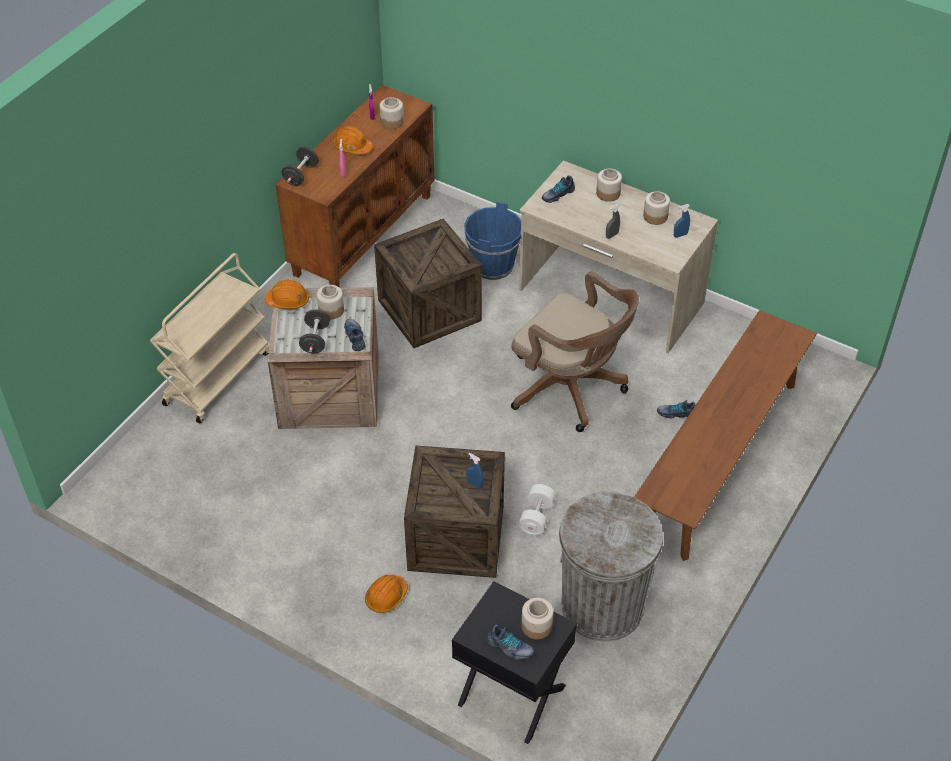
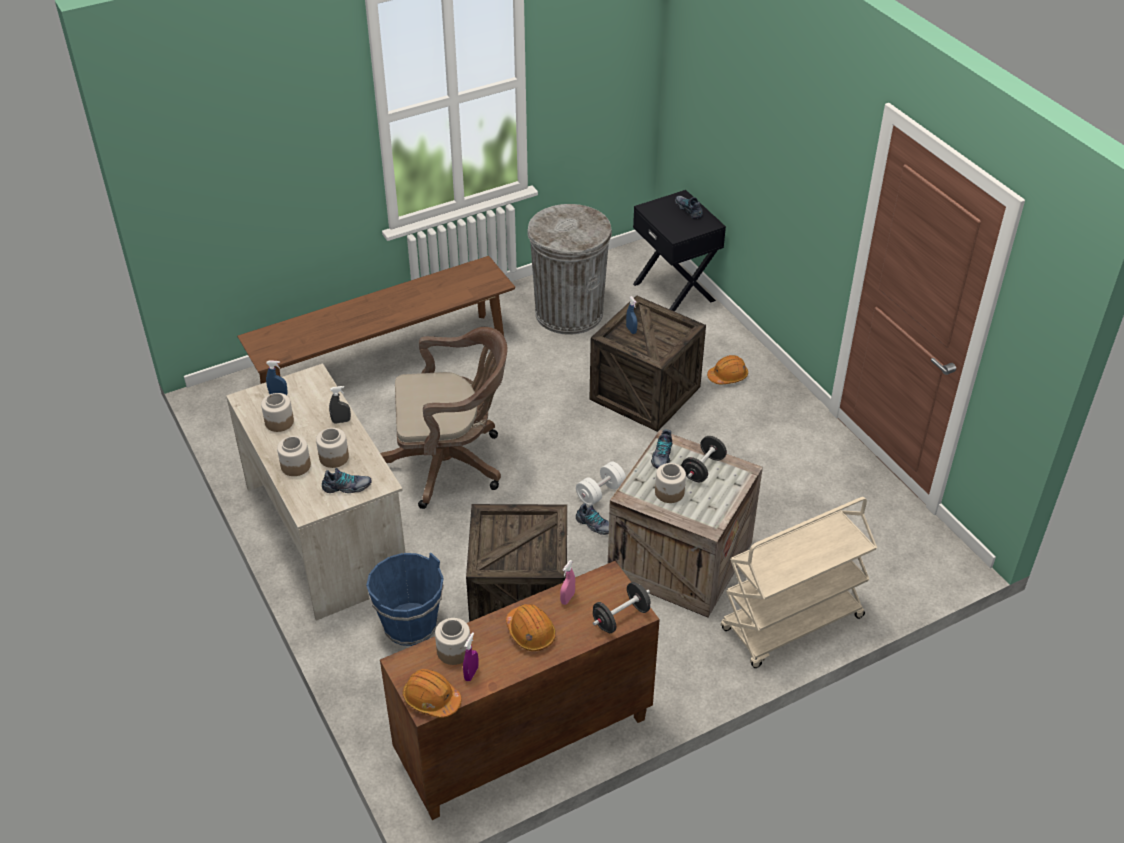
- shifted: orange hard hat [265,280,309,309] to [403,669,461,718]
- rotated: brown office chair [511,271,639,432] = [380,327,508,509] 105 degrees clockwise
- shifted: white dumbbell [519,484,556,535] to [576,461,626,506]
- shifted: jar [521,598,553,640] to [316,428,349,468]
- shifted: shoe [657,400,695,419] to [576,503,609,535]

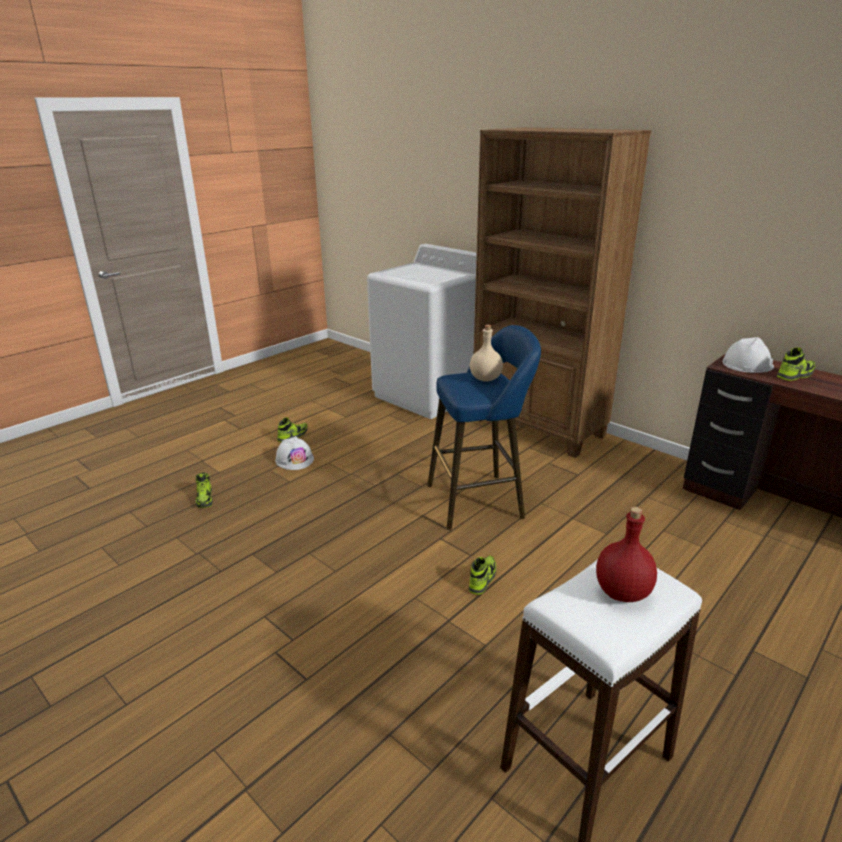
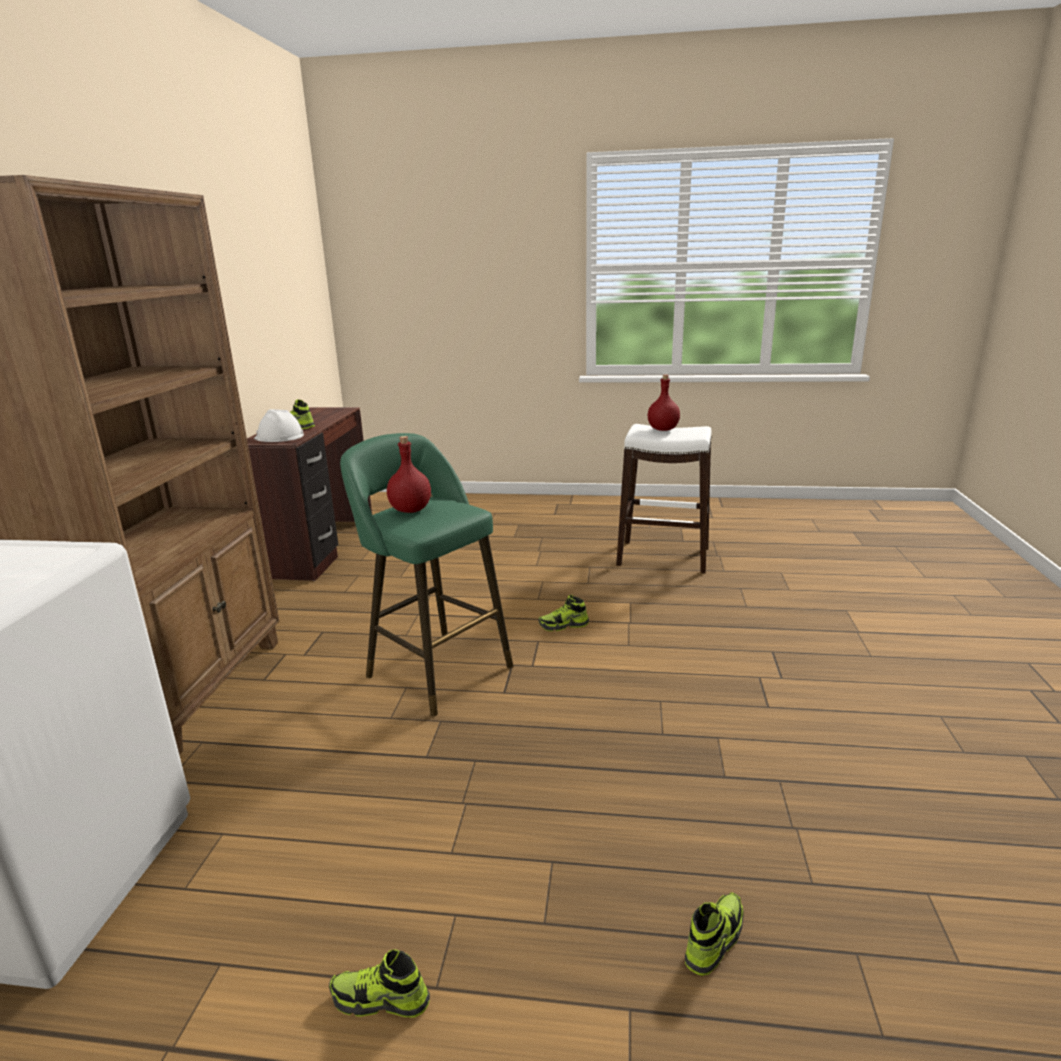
- gone: white hard hat [275,436,314,470]
- repainted: blue stool [427,325,541,530] to green stool [340,433,513,716]
- repainted: beige bottle [470,325,503,382] to red bottle [387,436,431,513]

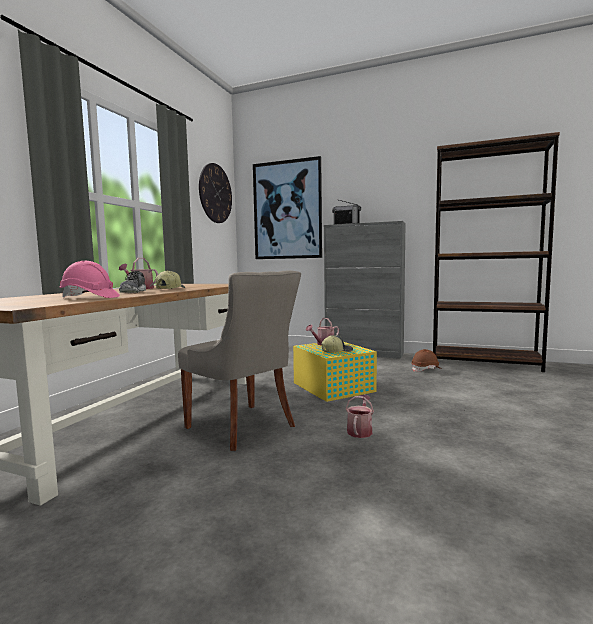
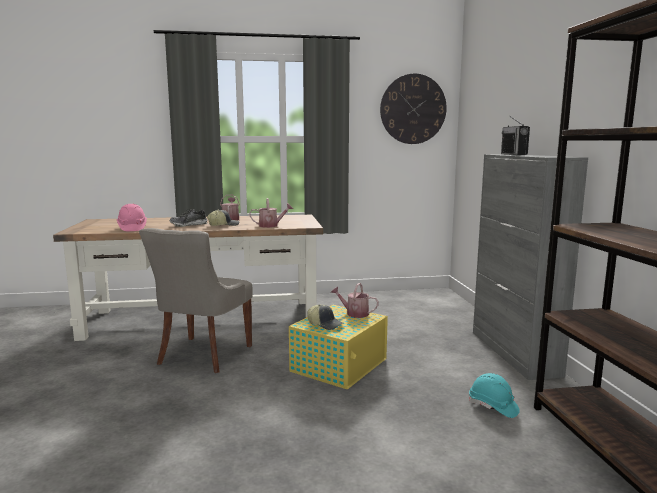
- gone: picture [253,156,322,259]
- shifted: watering can [346,395,374,438] to [249,198,293,228]
- repainted: brown hard hat [411,349,441,371] to turquoise hard hat [469,373,520,418]

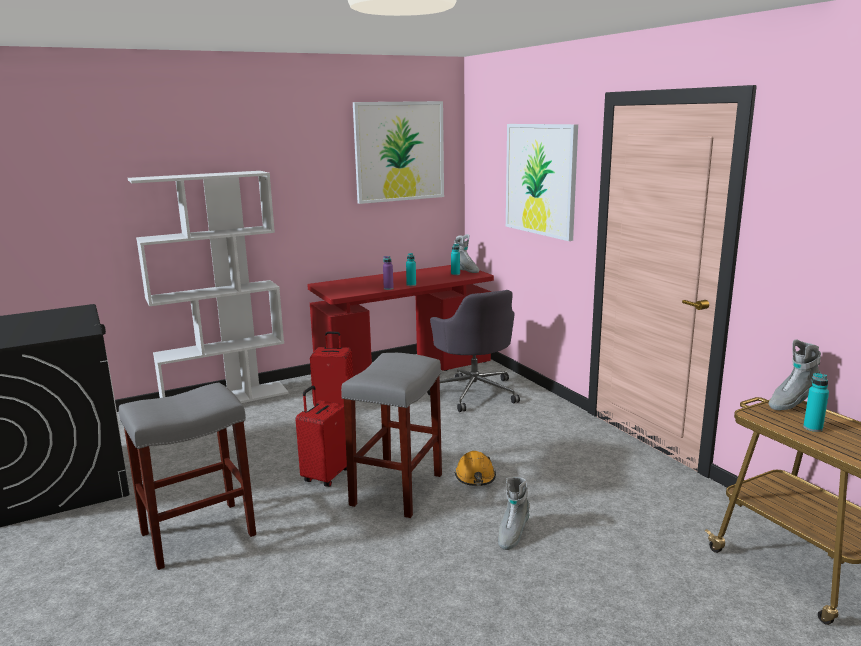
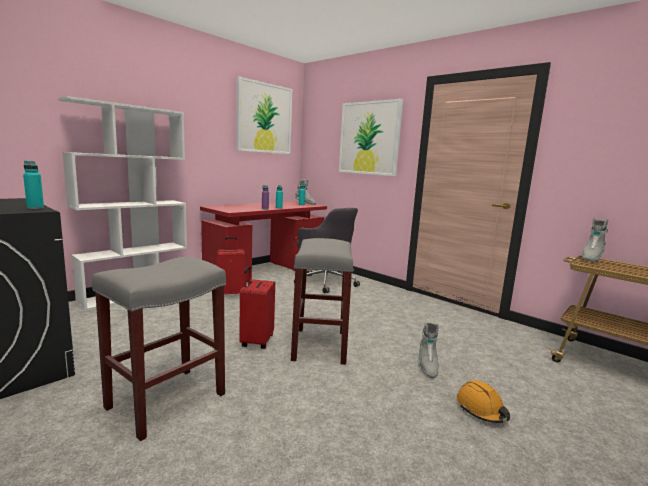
- shifted: orange hard hat [454,451,496,486] to [457,380,510,423]
- shifted: turquoise bottle [803,373,829,432] to [23,161,44,209]

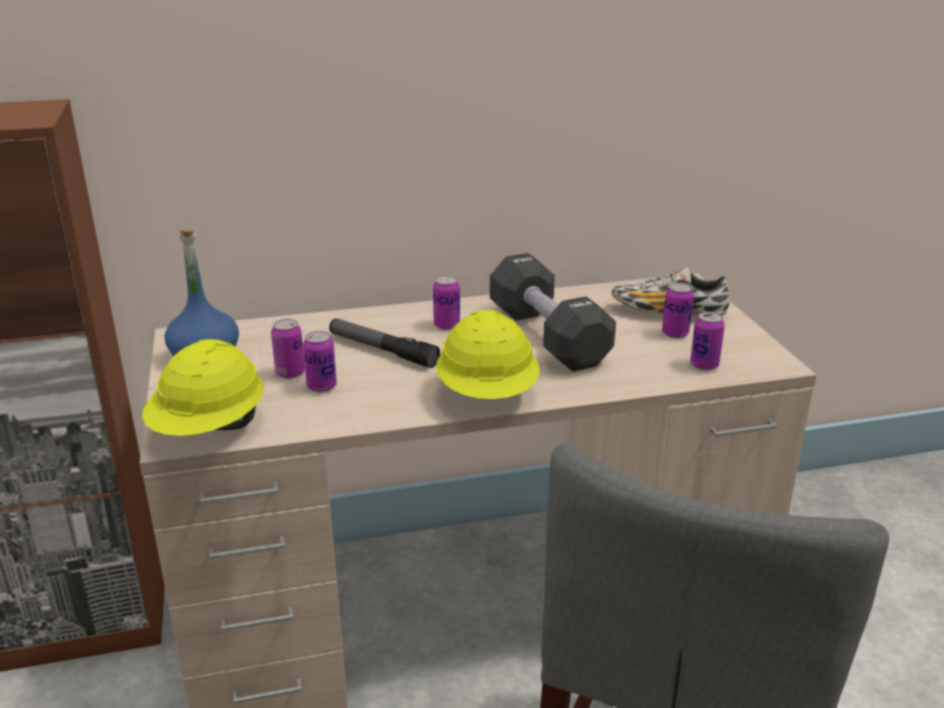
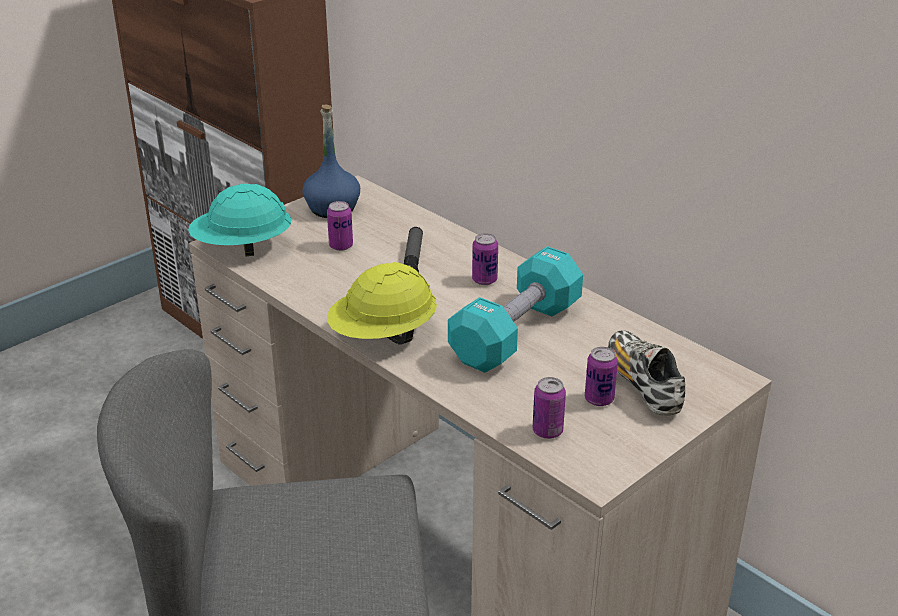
- repainted: yellow hard hat [142,339,264,436] to turquoise hard hat [188,184,291,256]
- gone: can [303,331,337,392]
- repainted: black dumbbell [490,253,616,371] to turquoise dumbbell [448,246,583,373]

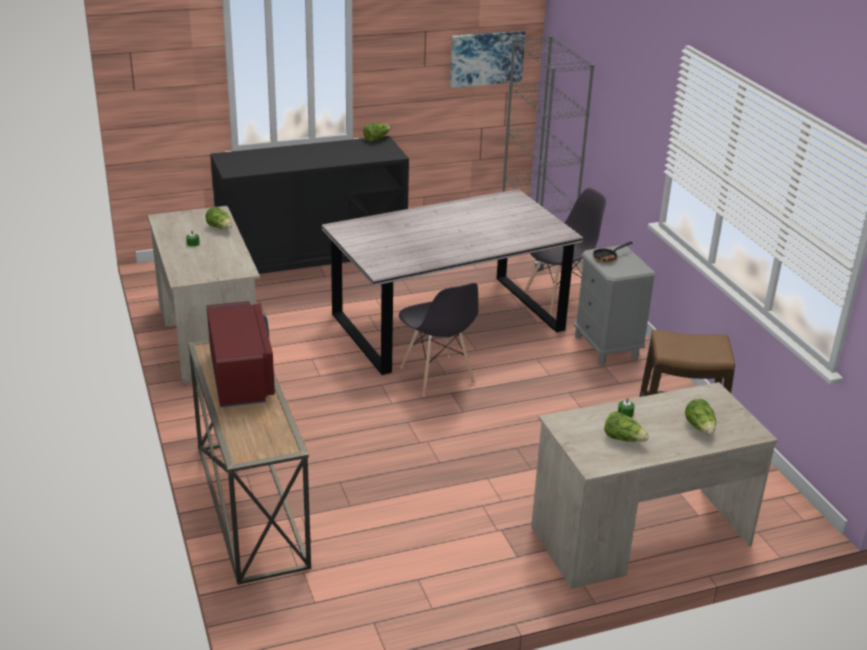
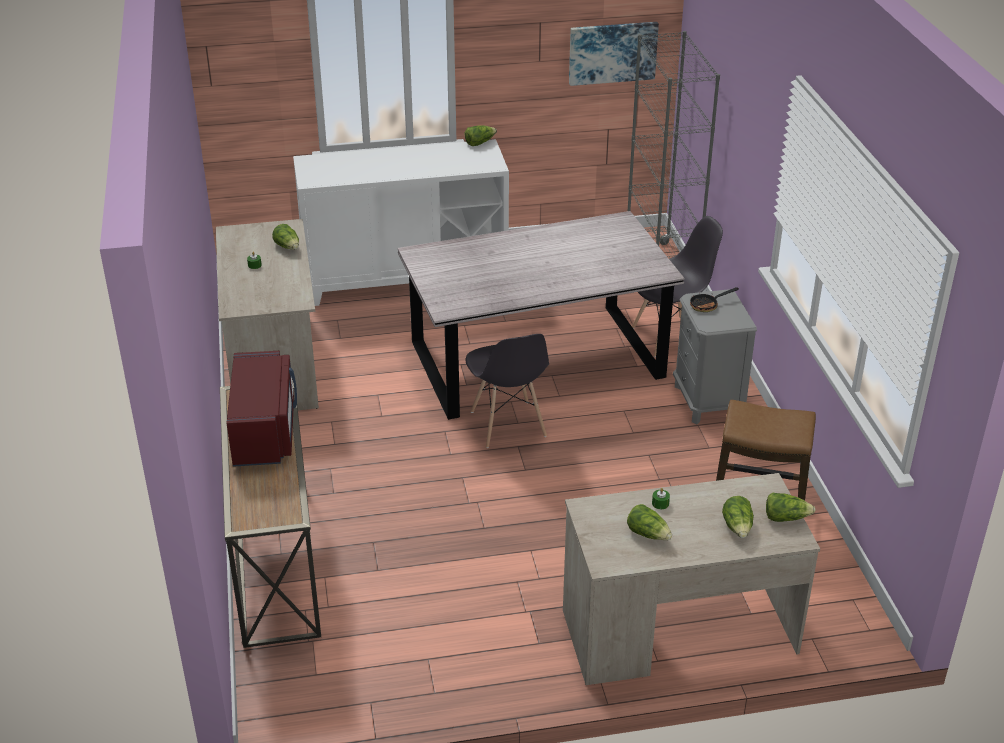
- repainted: black cabinet [211,136,409,274] to white cabinet [293,139,509,306]
- new: lettuce [766,493,815,522]

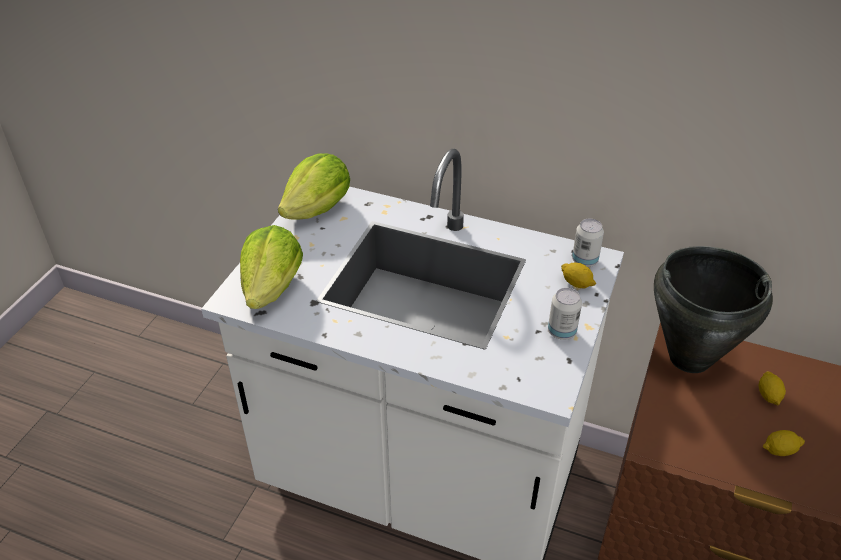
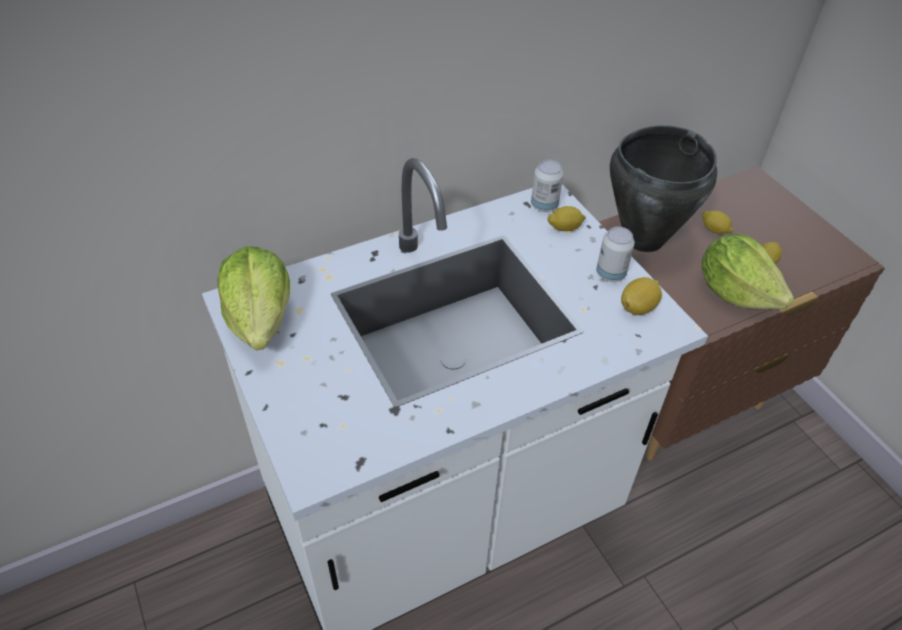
- shifted: lettuce [240,225,303,309] to [701,234,794,309]
- new: lemon [621,277,662,315]

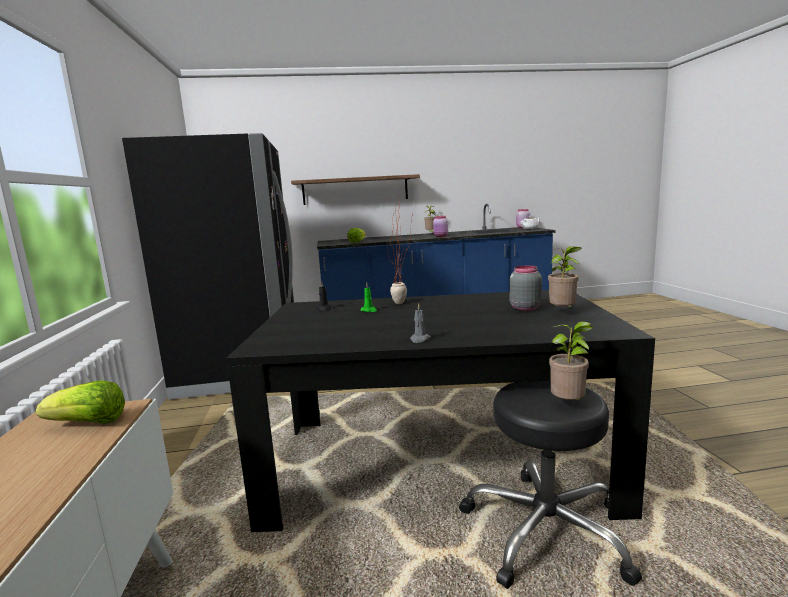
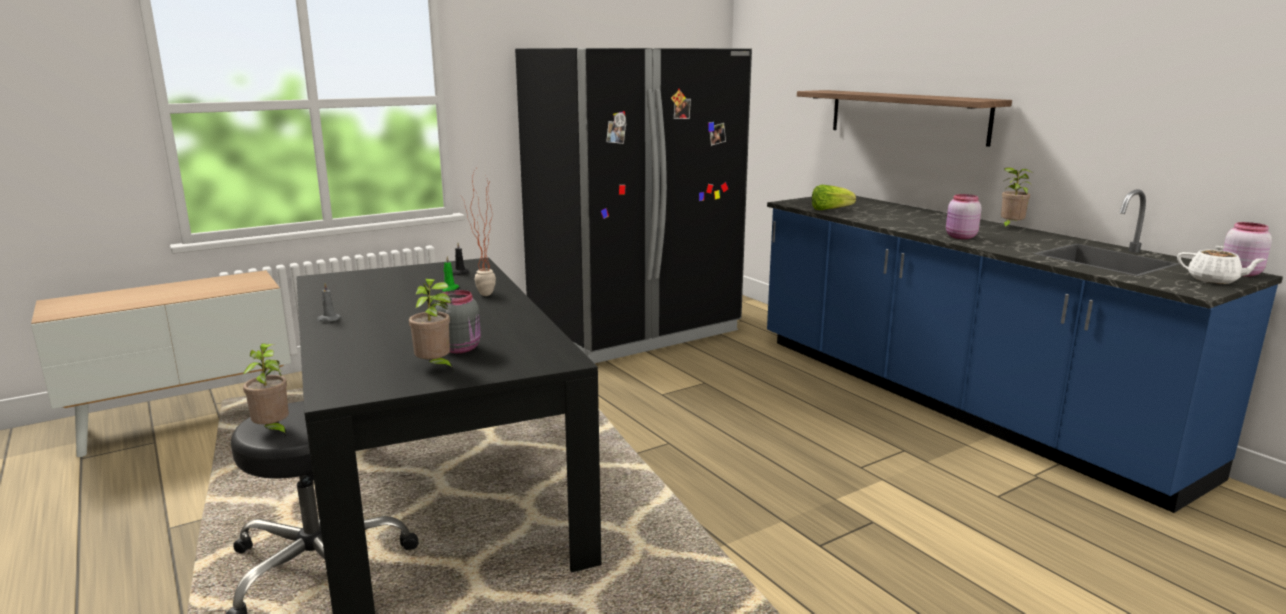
- gone: lettuce [36,380,125,424]

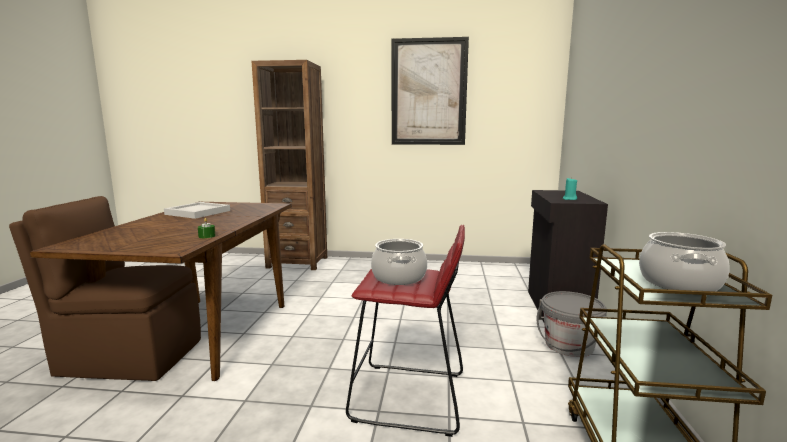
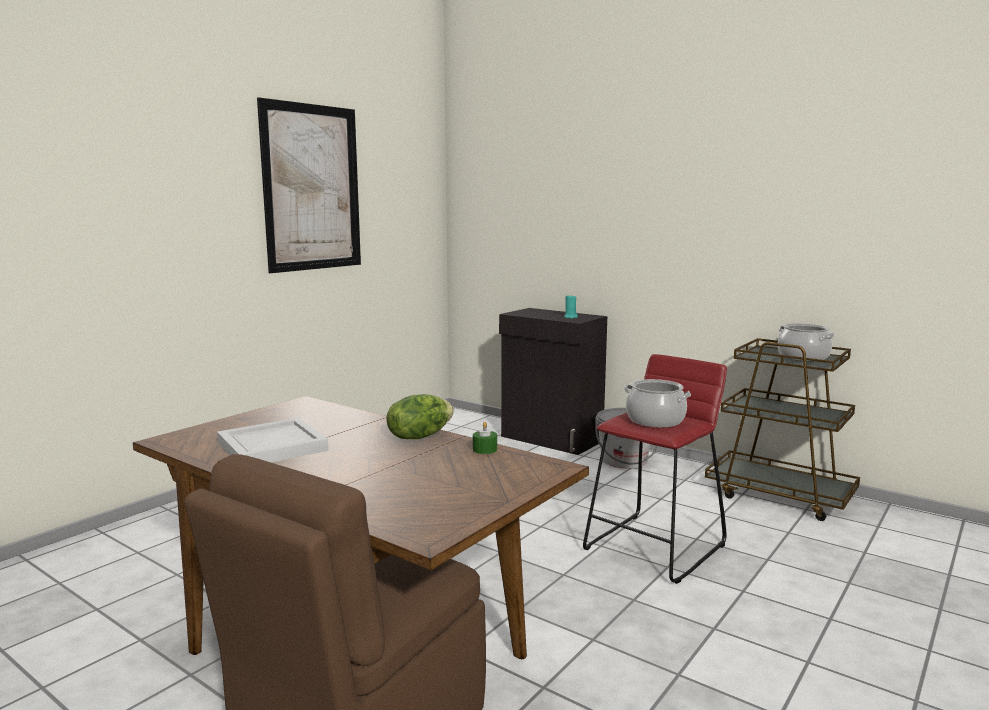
- gone: brown bookcase [251,60,327,270]
- new: lettuce [386,394,454,439]

